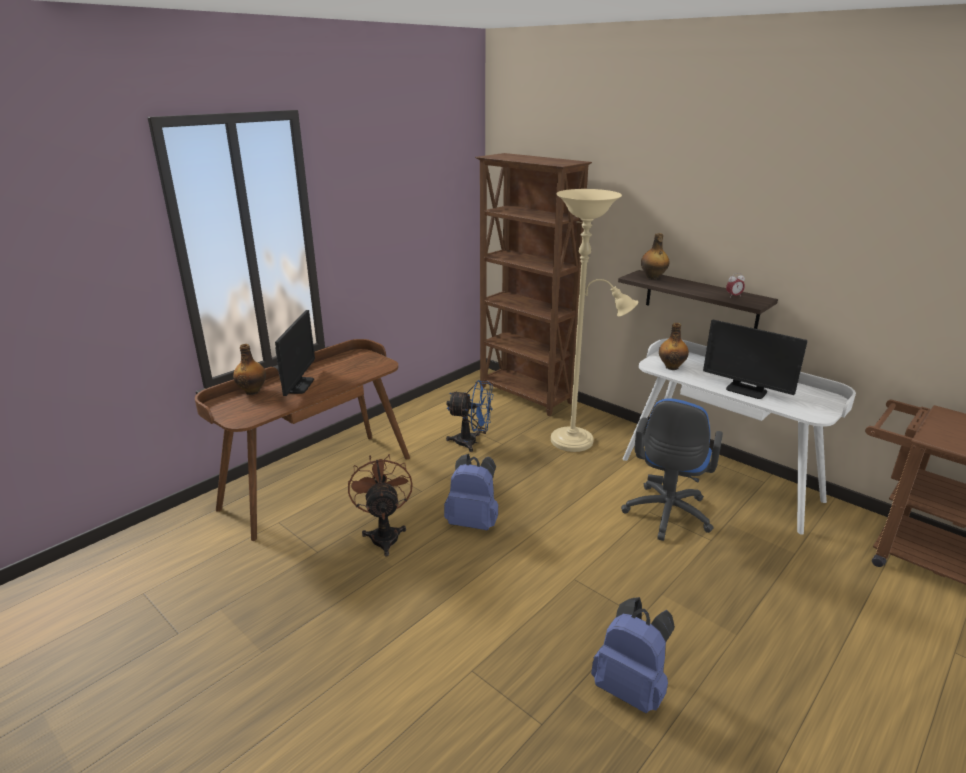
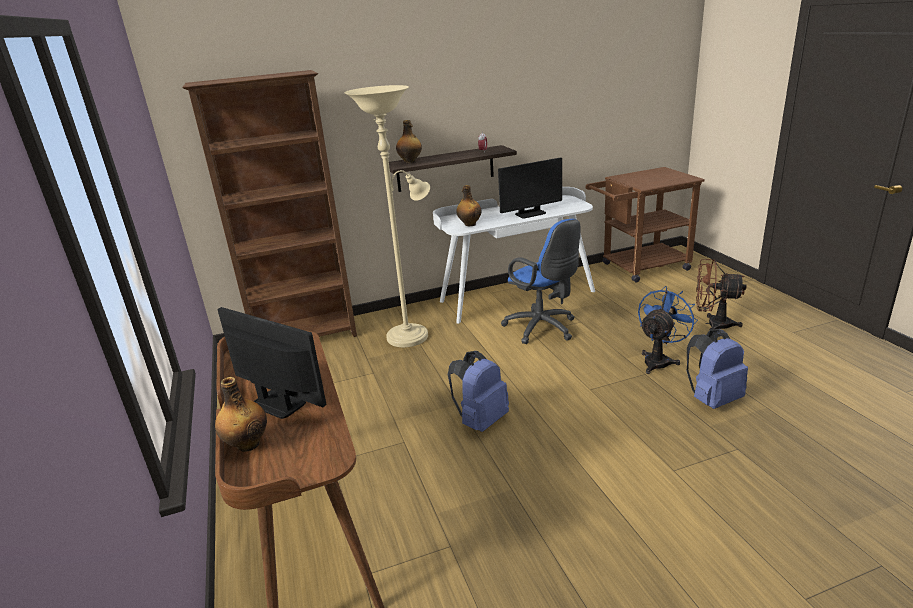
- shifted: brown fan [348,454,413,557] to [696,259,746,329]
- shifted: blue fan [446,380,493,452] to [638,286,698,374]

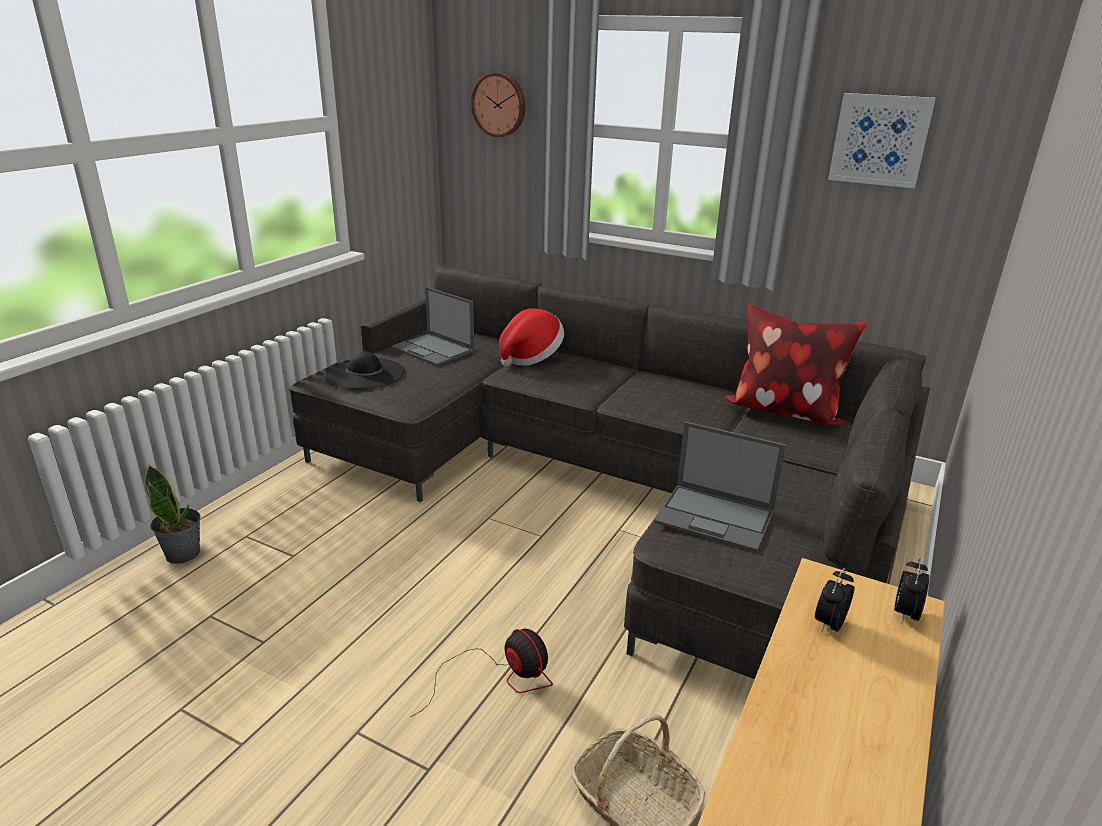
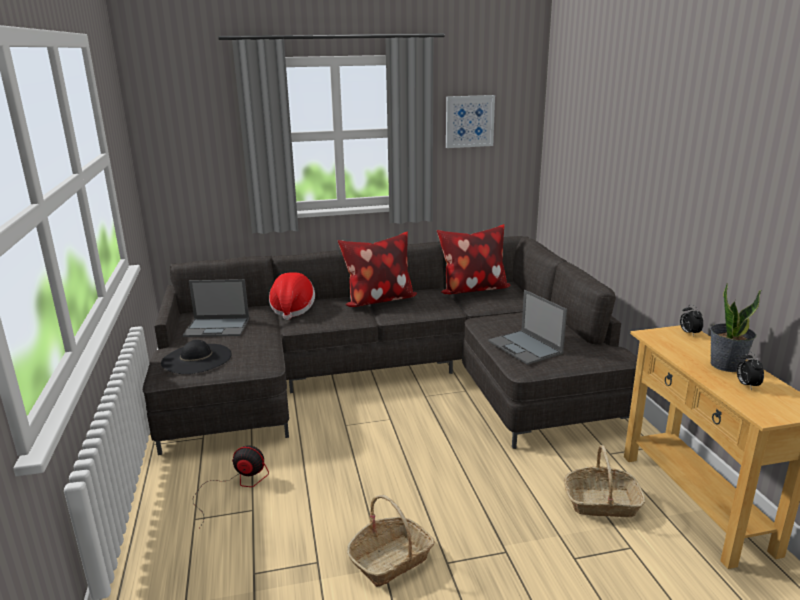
- shifted: potted plant [145,465,201,564] to [710,283,761,372]
- shifted: fan [411,629,553,717] to [193,445,269,527]
- gone: wall clock [471,73,526,137]
- rotated: laptop [654,421,786,552] = [488,290,567,365] 75 degrees clockwise
- shifted: alarm clock [815,568,854,633] to [737,352,764,390]
- new: pillow [338,232,417,307]
- new: basket [347,495,435,587]

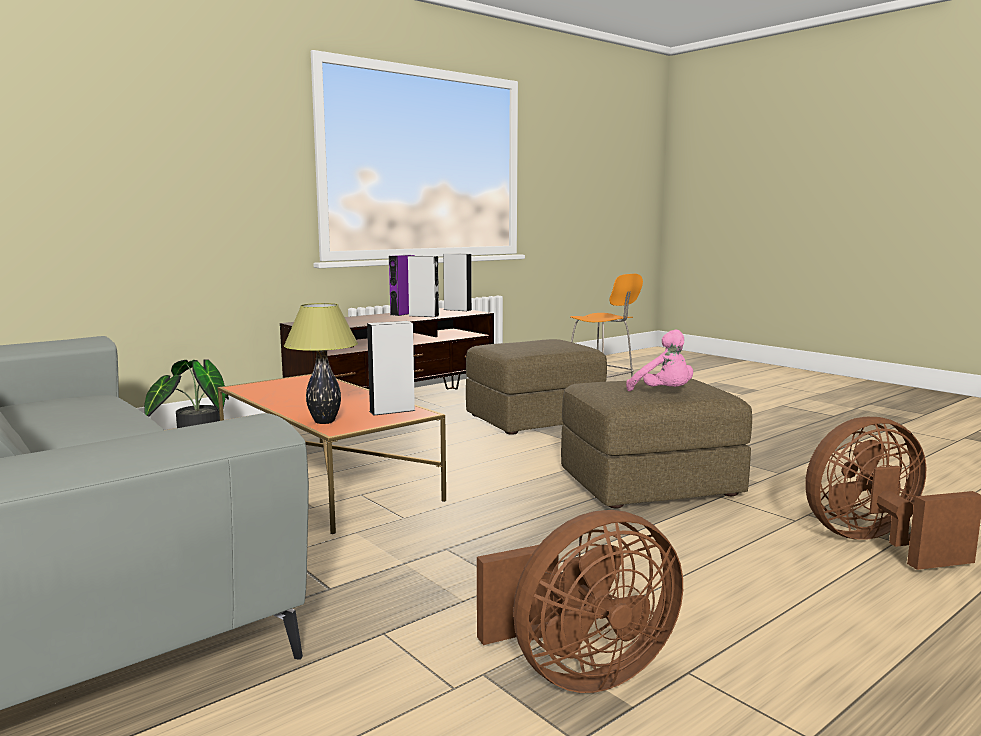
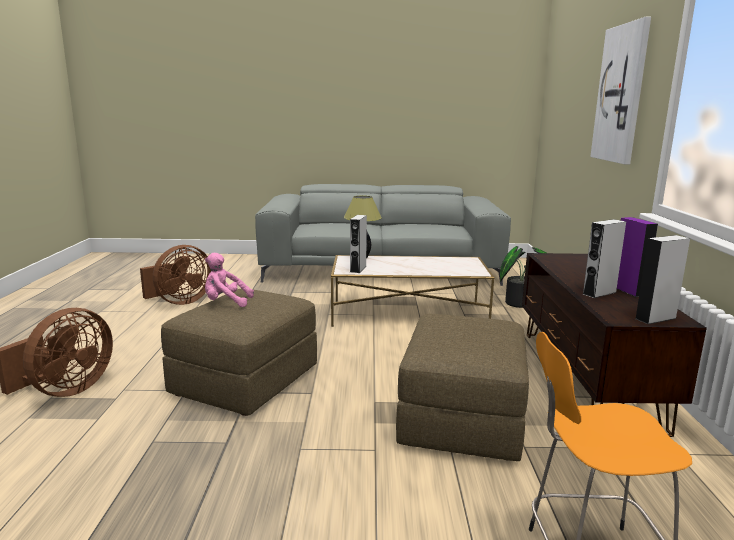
- repainted: orange coffee table [217,374,446,534] to white coffee table [331,255,495,327]
- rotated: brown fan [477,510,683,693] = [140,245,211,305] 150 degrees counterclockwise
- new: picture [590,17,651,165]

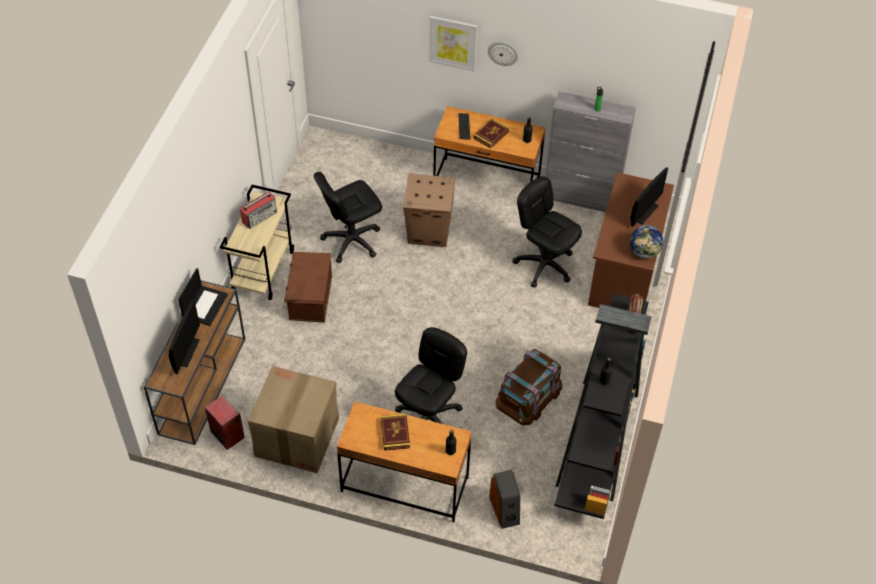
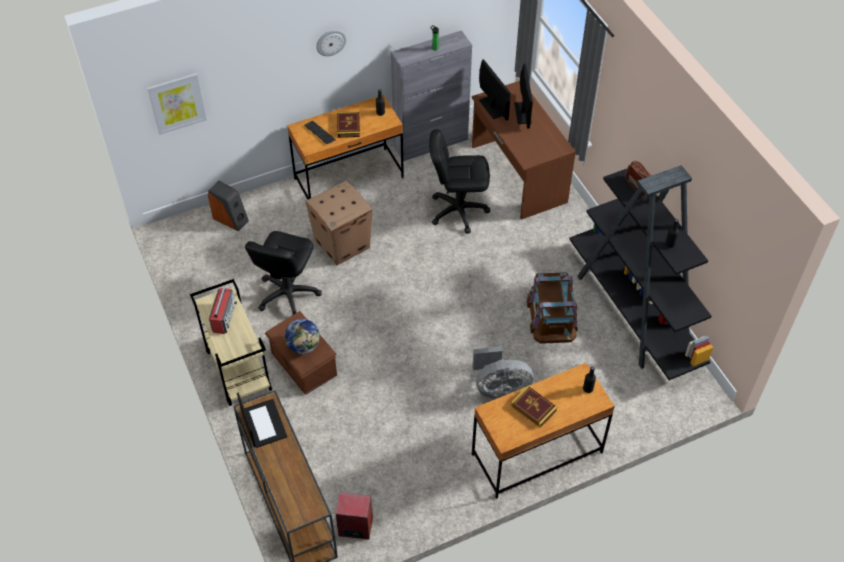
- shifted: monitor [169,300,200,374] to [479,59,511,121]
- gone: cardboard box [248,366,339,473]
- swapped: black office chair [395,327,467,424] to grey fan [473,346,533,399]
- shifted: picture [429,16,477,71] to [147,73,207,135]
- shifted: speaker [489,470,520,529] to [208,181,249,231]
- shifted: globe [630,225,663,259] to [285,319,320,354]

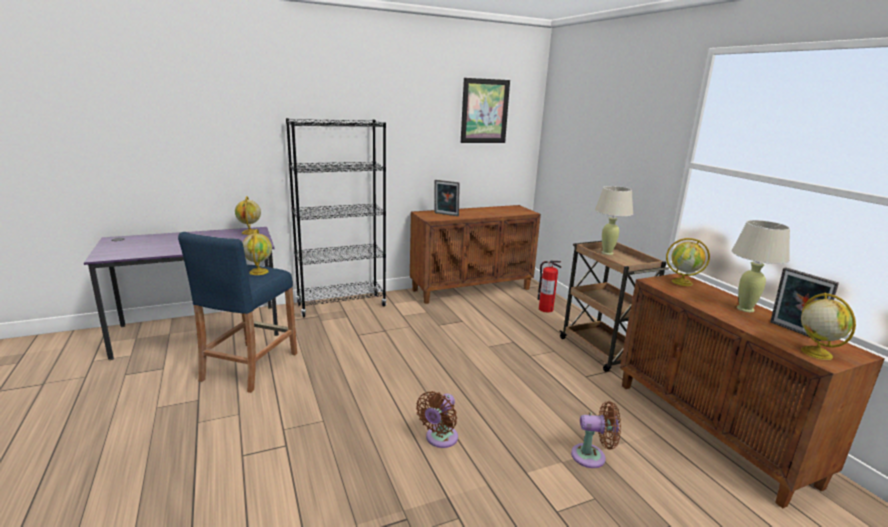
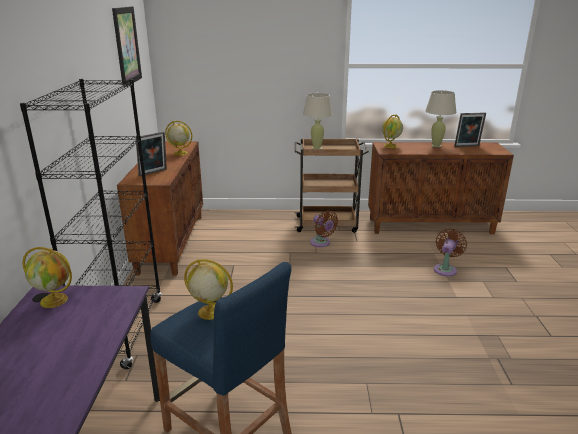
- shifted: brown fan [416,391,458,448] to [310,211,338,247]
- gone: fire extinguisher [538,261,561,313]
- shifted: globe [801,293,856,360] to [165,121,192,156]

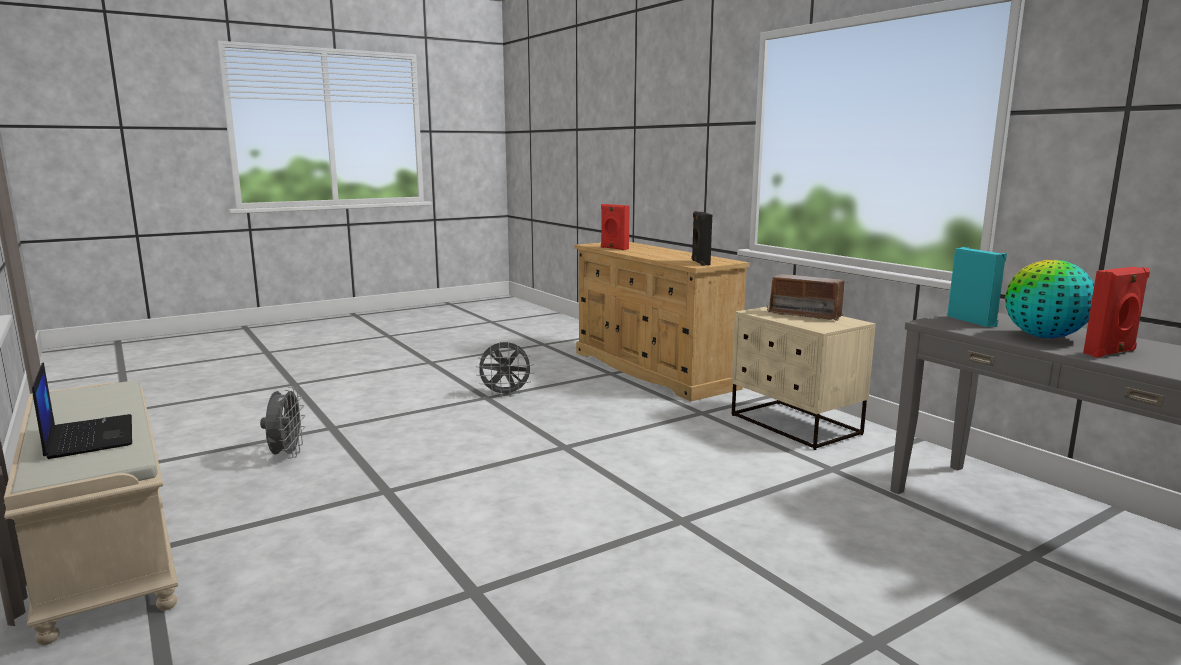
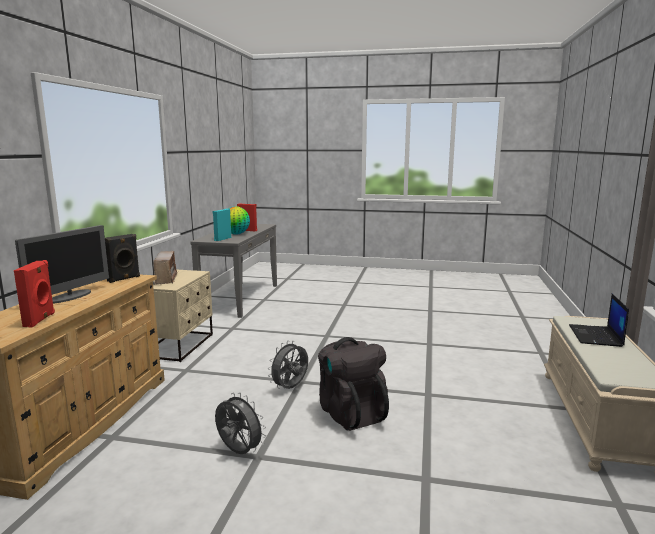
- shifted: grey fan [260,387,305,459] to [268,341,308,389]
- new: monitor [15,225,109,304]
- new: black backpack [318,337,389,431]

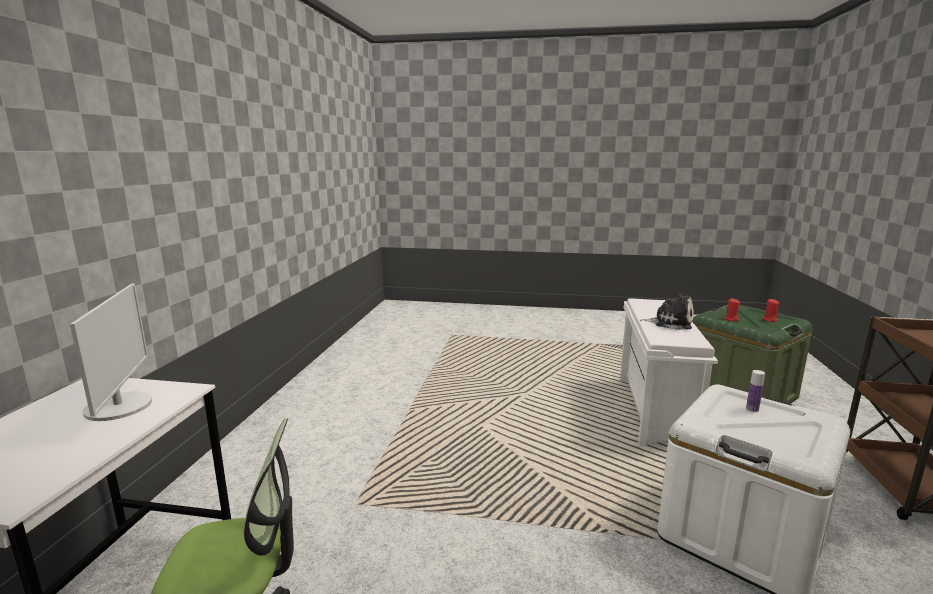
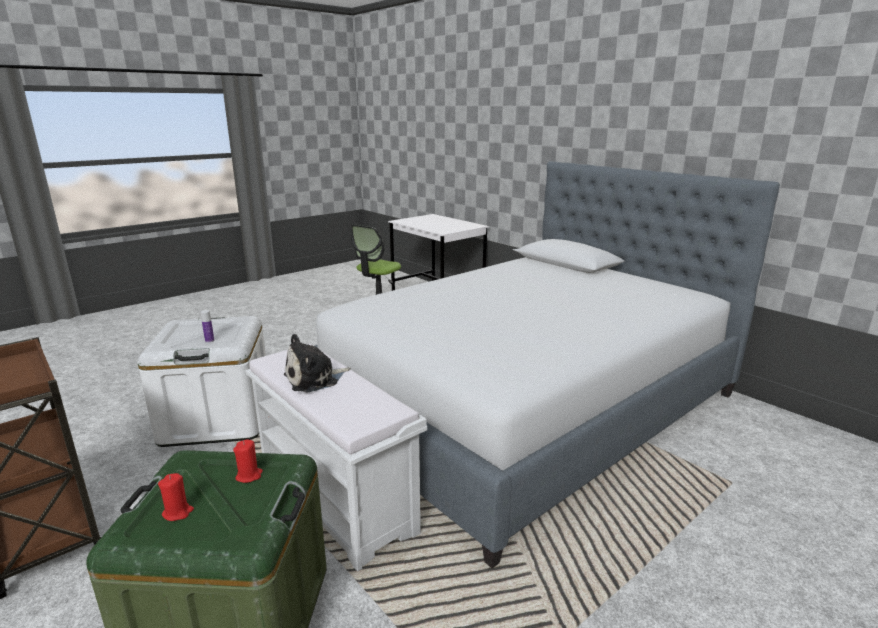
- gone: monitor [70,283,152,421]
- new: bed [315,161,780,568]

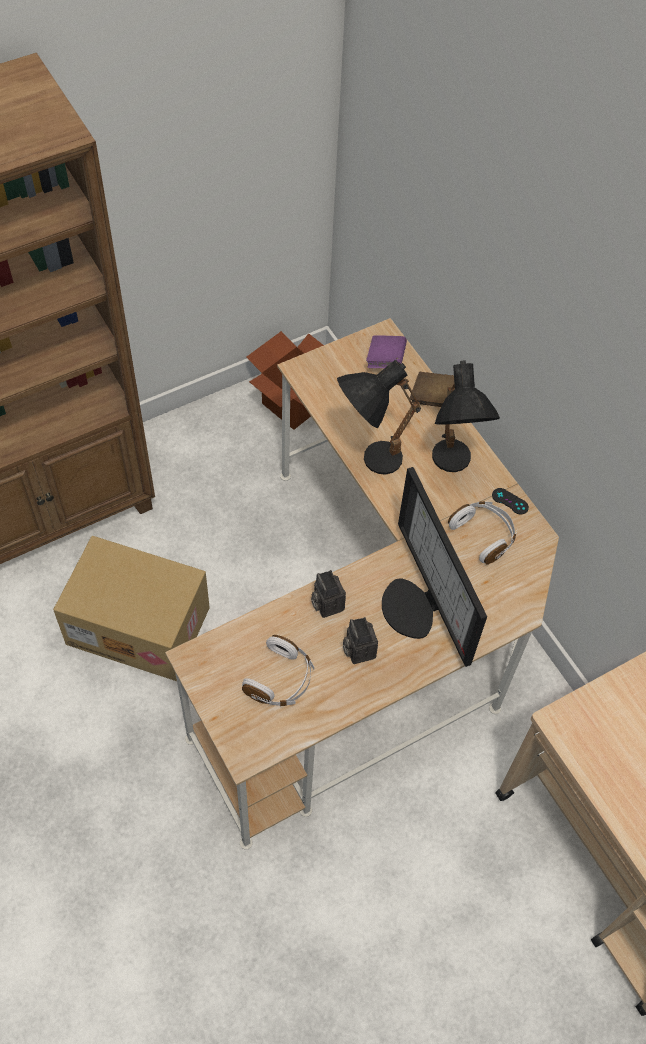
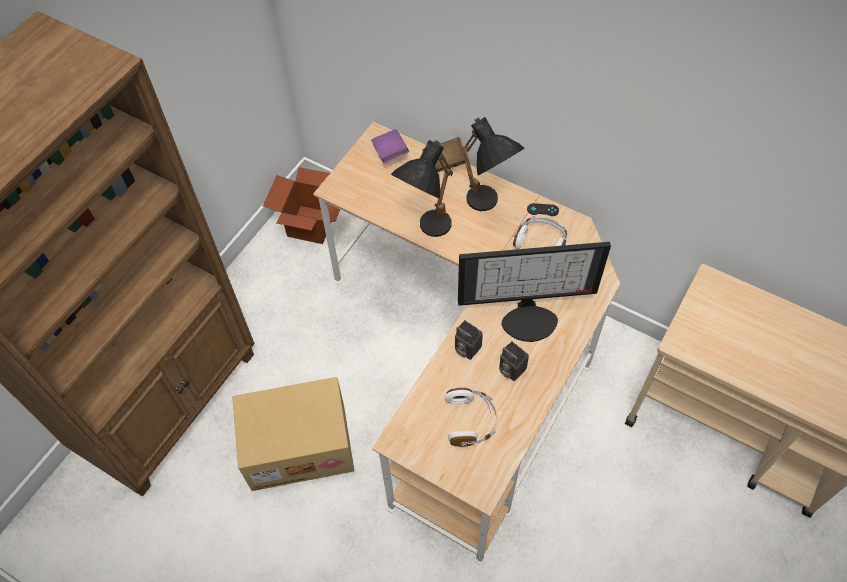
- rotated: monitor [382,467,487,667] = [458,242,611,342] 45 degrees counterclockwise

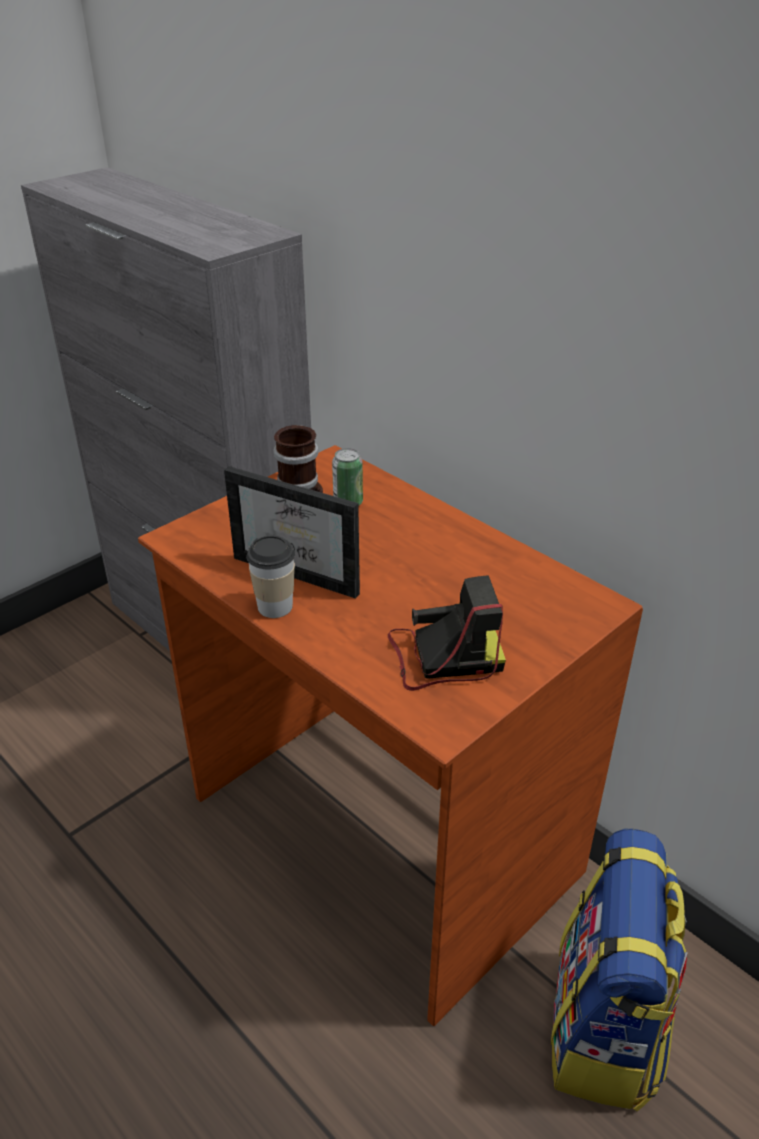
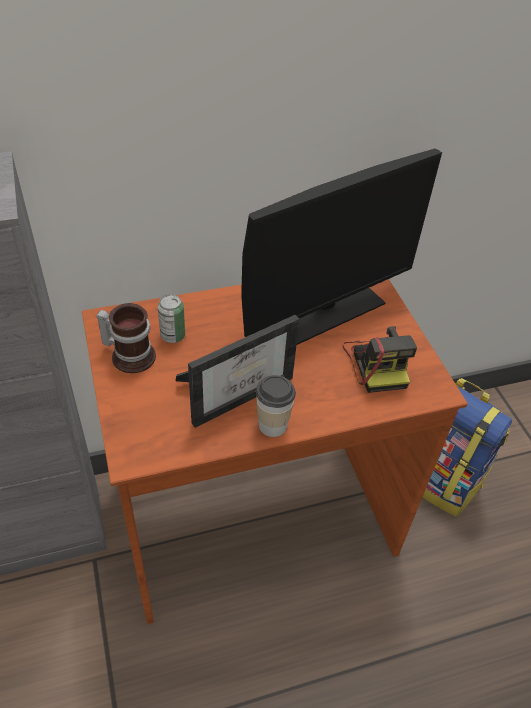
- rotated: photo camera [388,575,506,691] = [343,326,417,393] 150 degrees clockwise
- new: monitor [241,149,442,345]

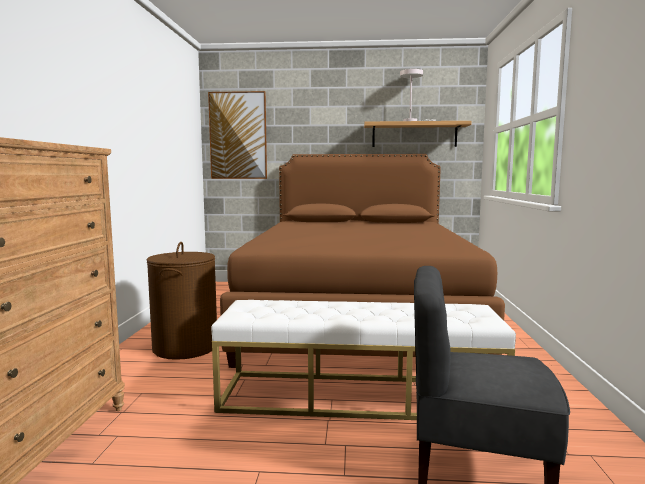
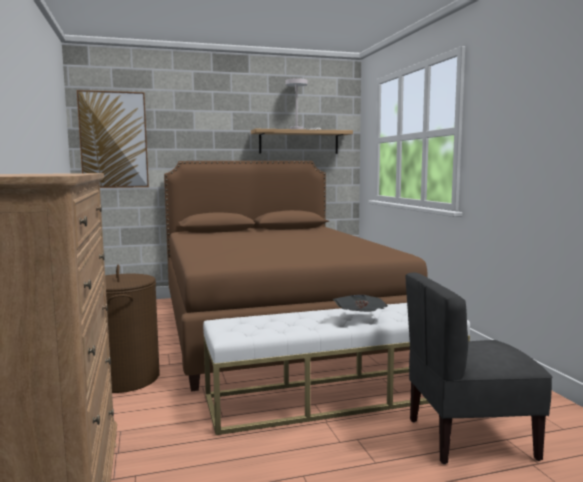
- new: newspaper [333,295,388,312]

